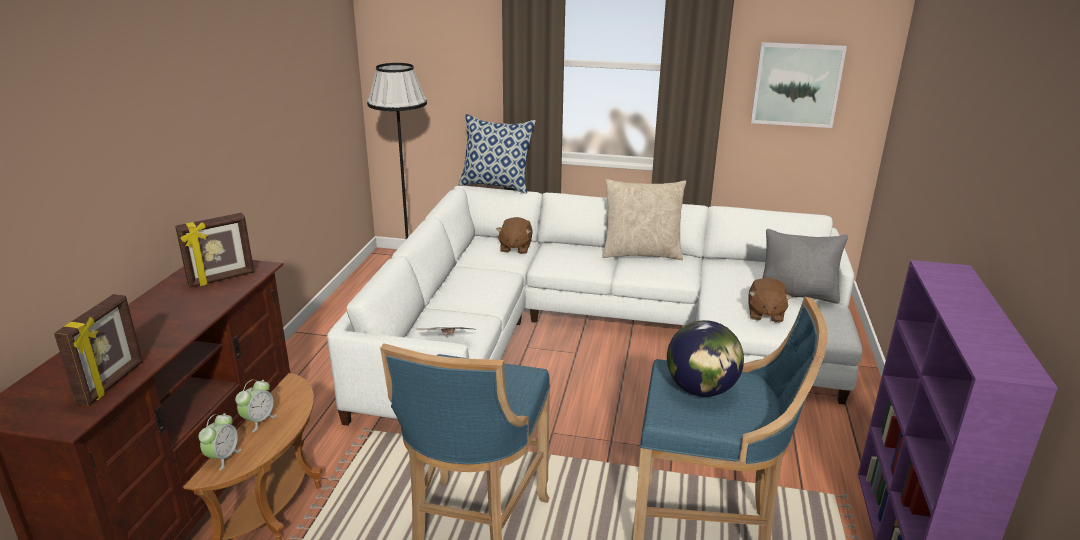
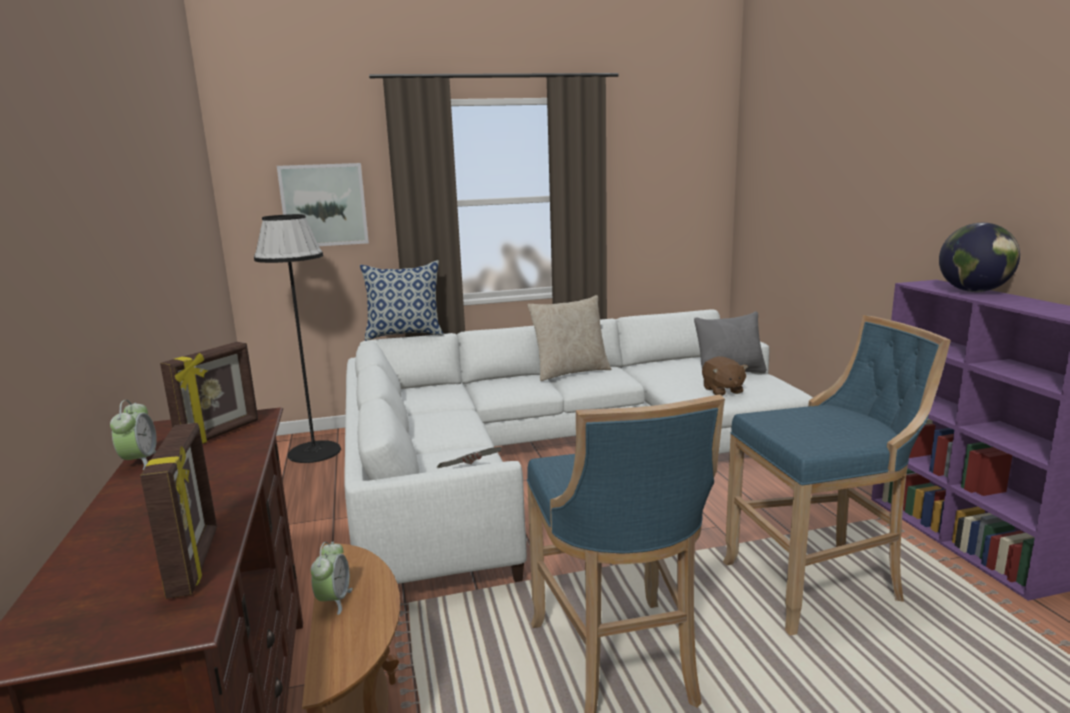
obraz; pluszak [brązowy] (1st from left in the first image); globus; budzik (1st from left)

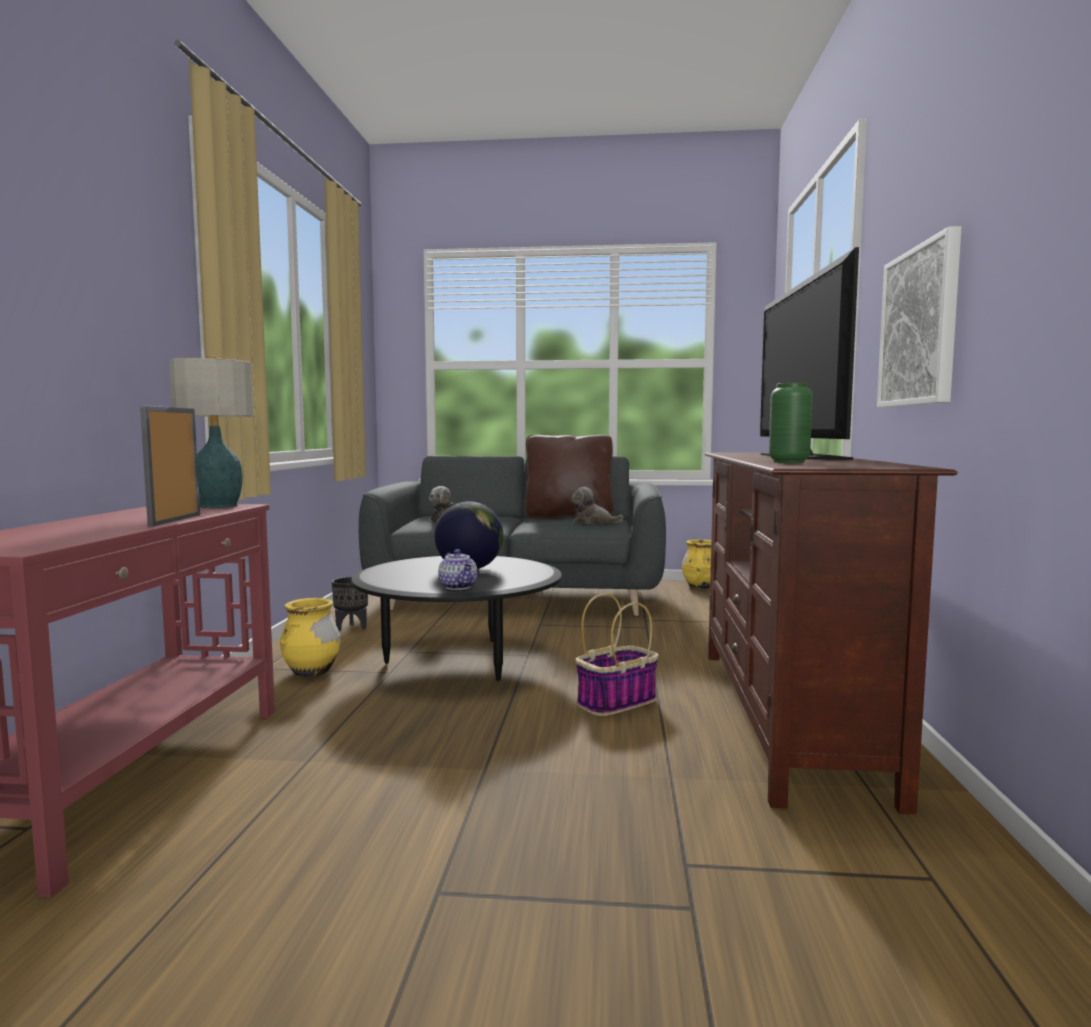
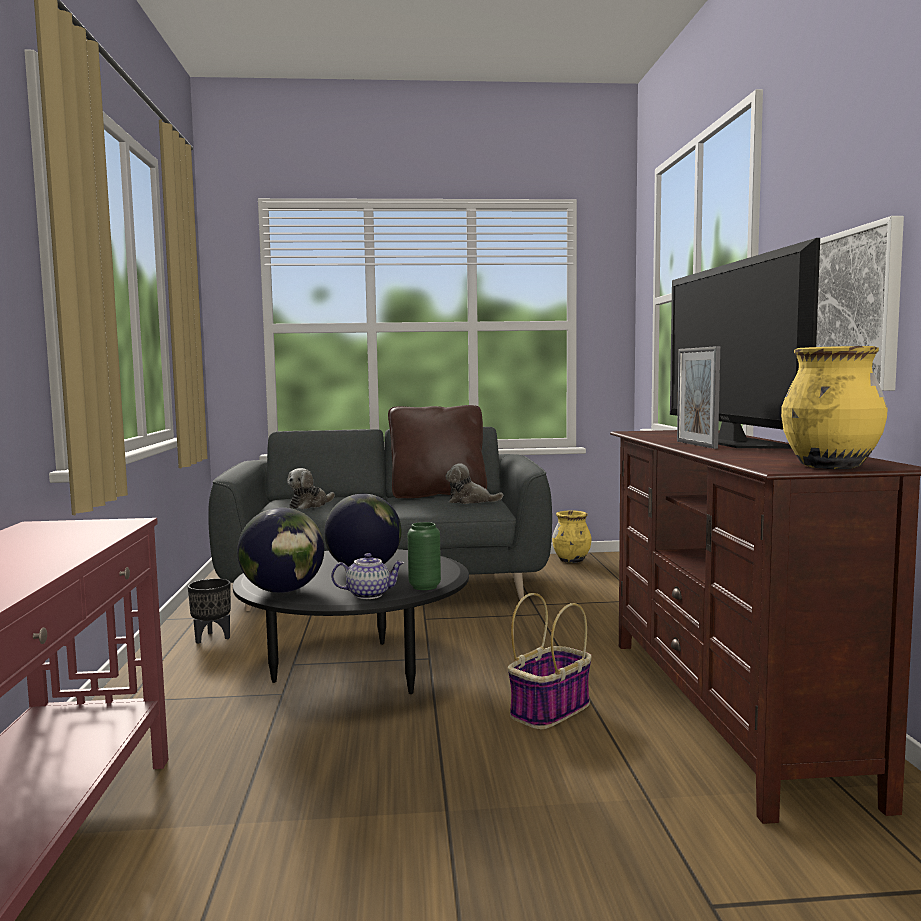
lampa stołowa; wazon [zielony]; ramka na zdjęcie; imbryk; wazon [żółty] (2nd from left); globus (1st from left)

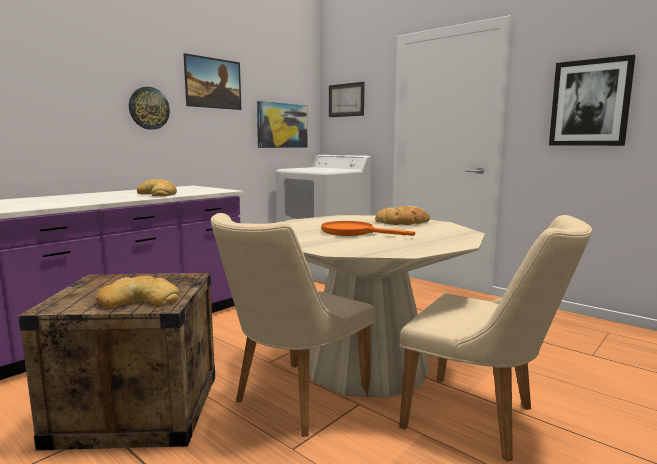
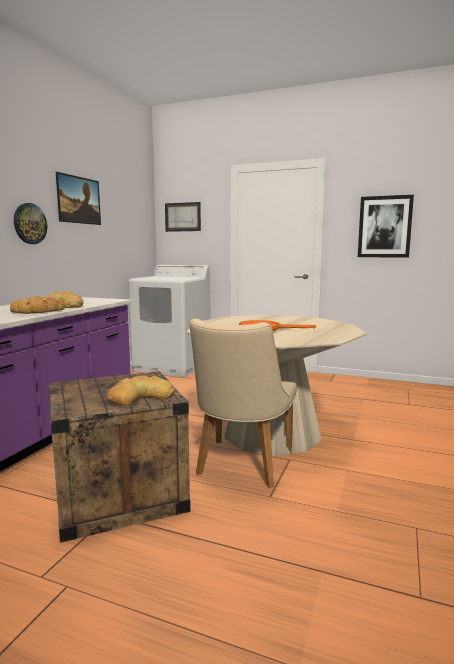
obraz (2nd from left in the first image); chleb (1st from left); krzesło [beżowy] (2nd from left in the first image)

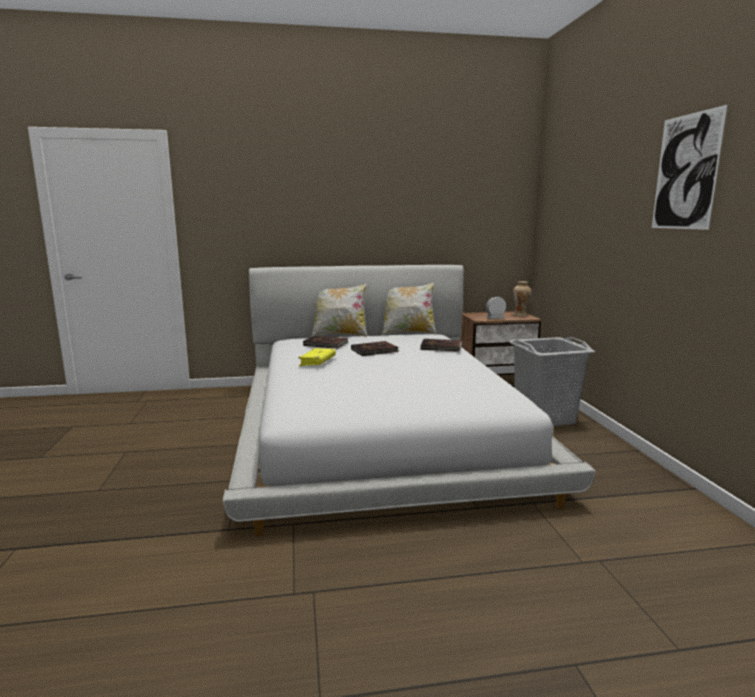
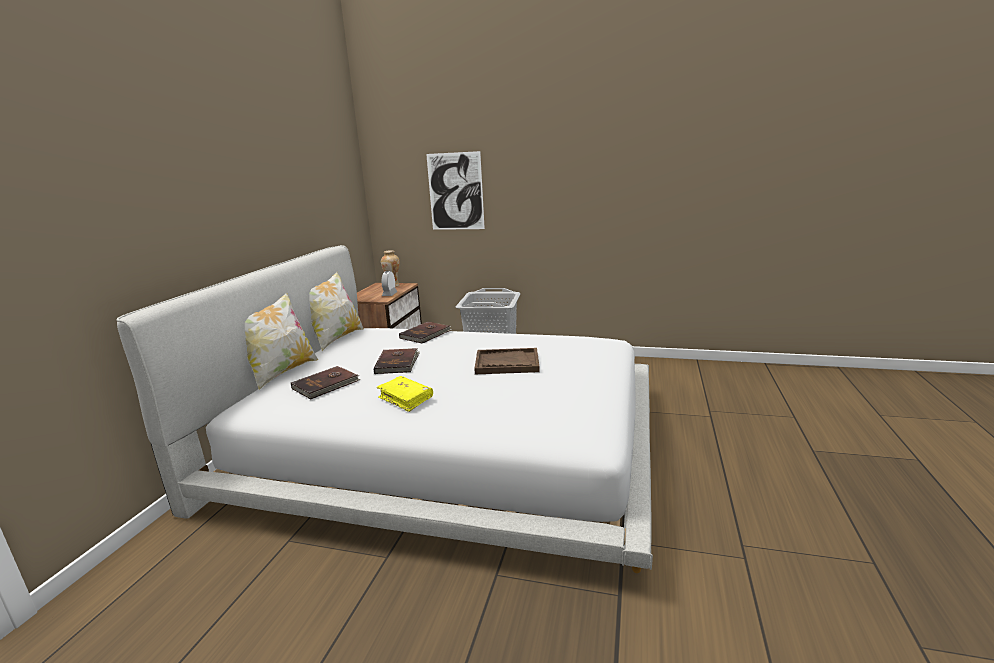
obraz; taca [brązowy]

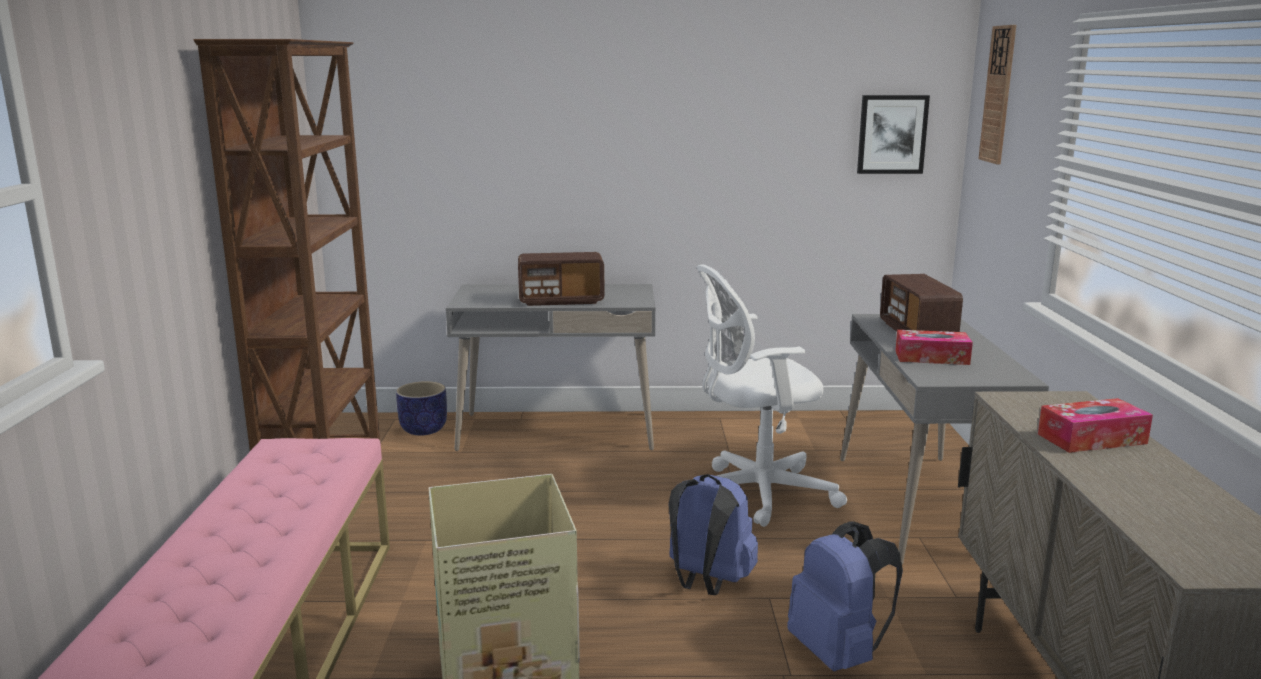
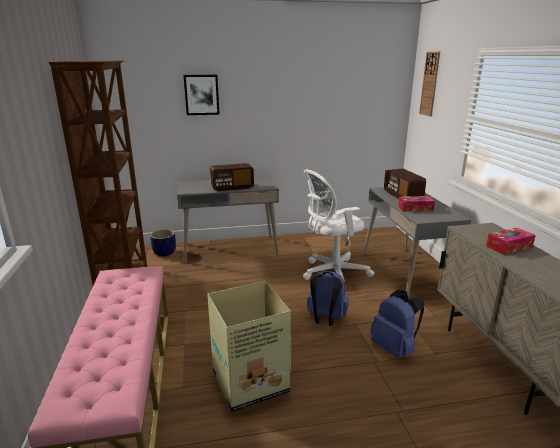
obraz

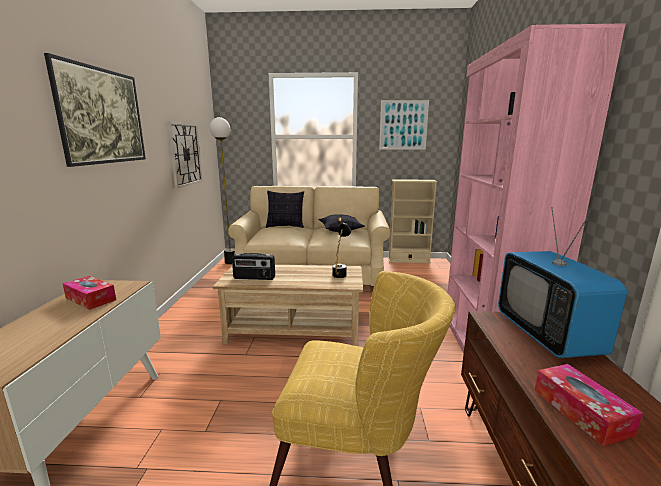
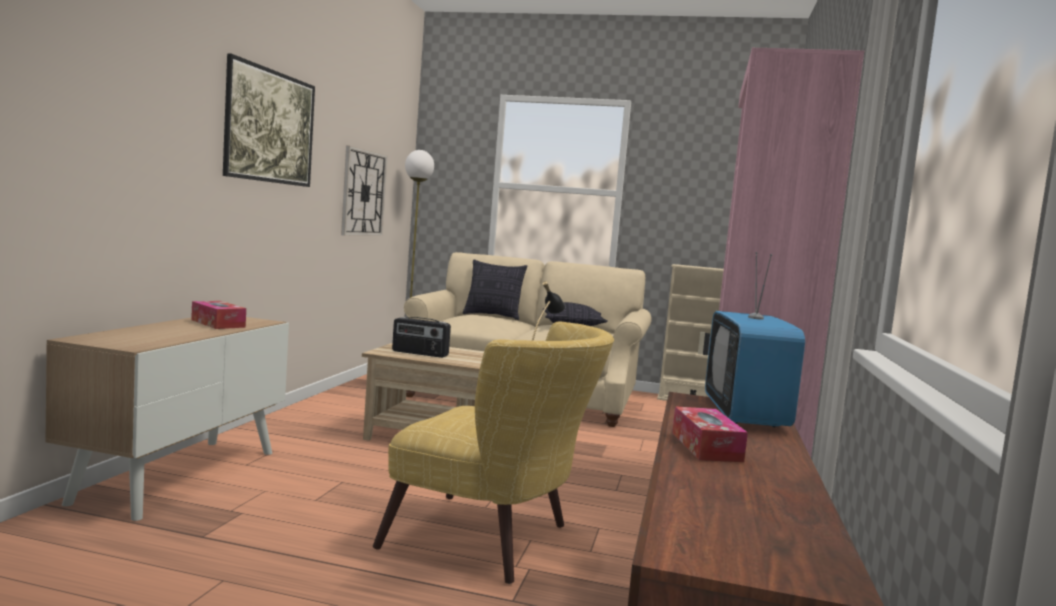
obraz (2nd from left in the first image)

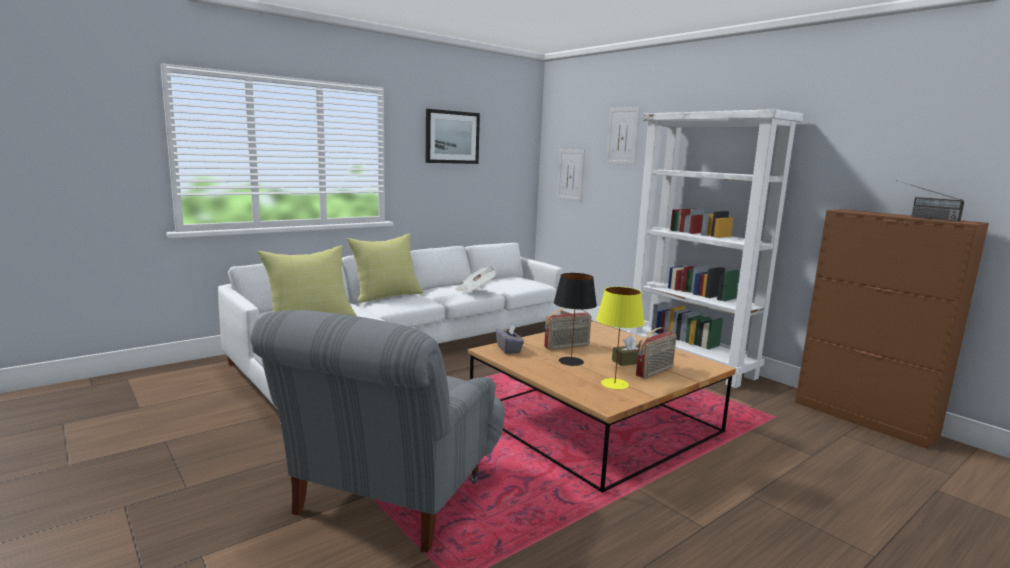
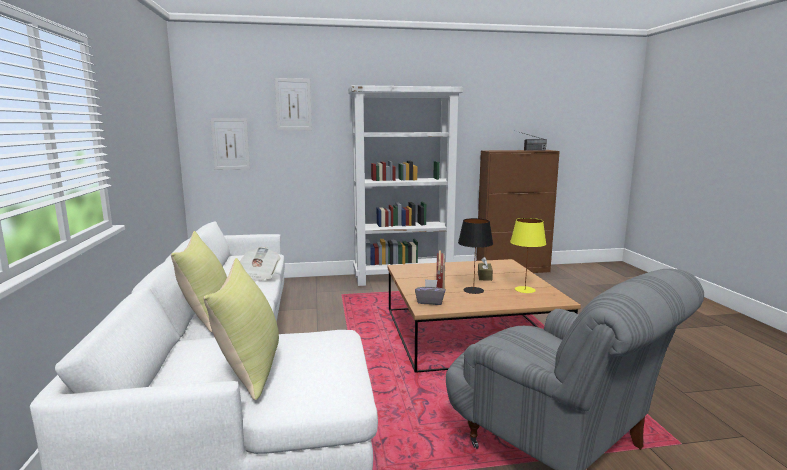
obraz (1st from left in the first image); radio (2nd from left in the first image)

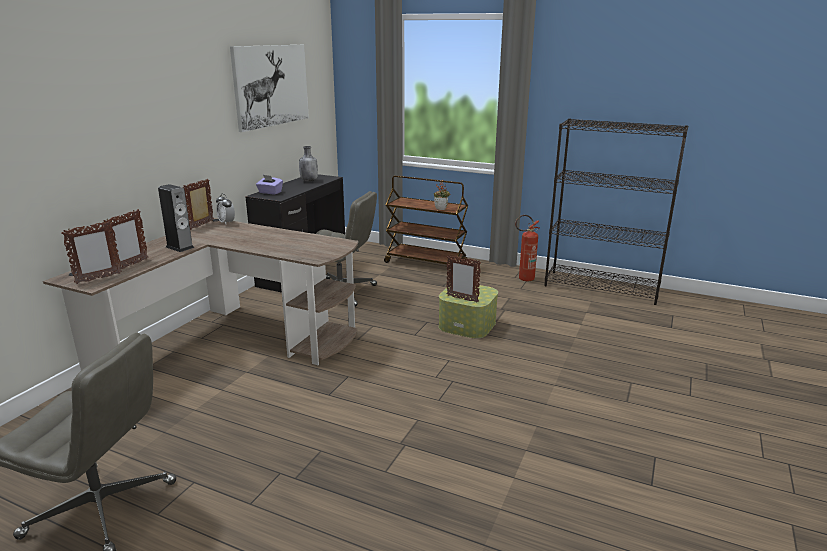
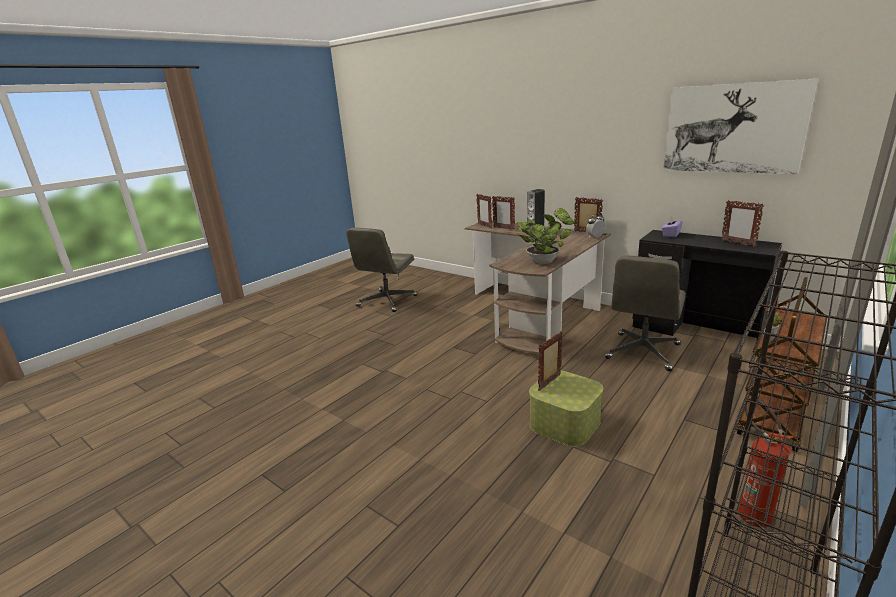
ramka na zdjęcie (5th from left); roślina doniczkowa (1st from left)

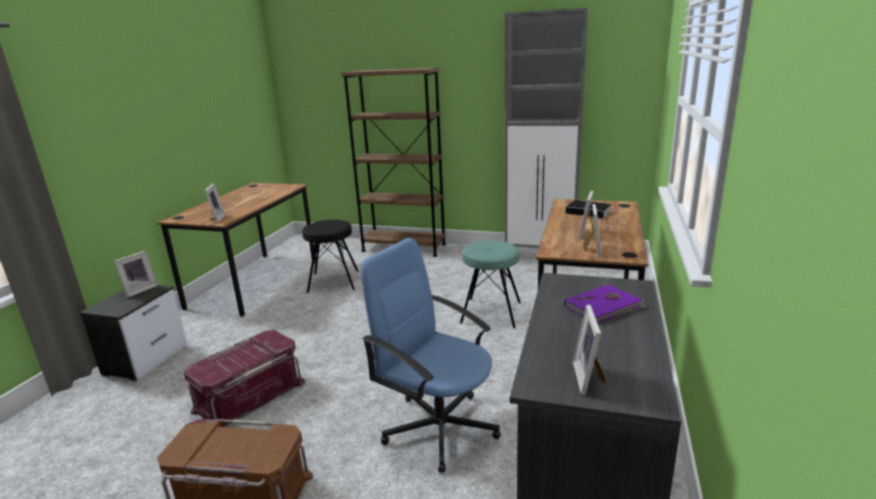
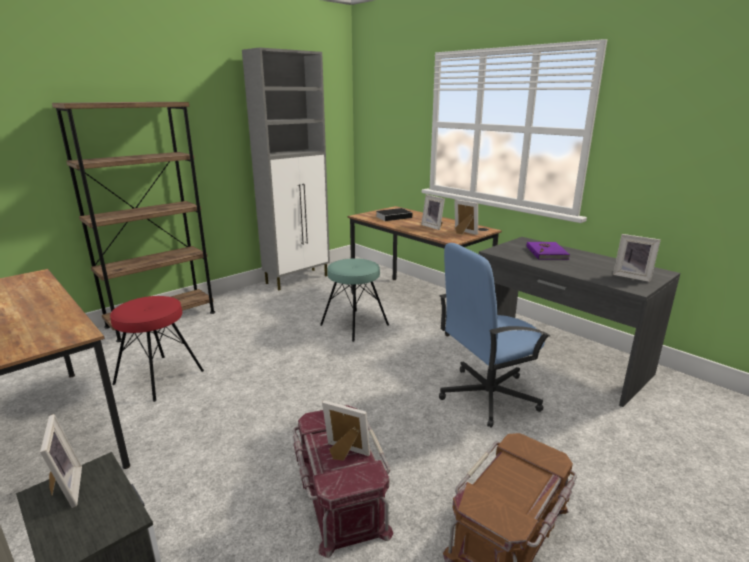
ramka na zdjęcie (2nd from left); stołek [czerwony]

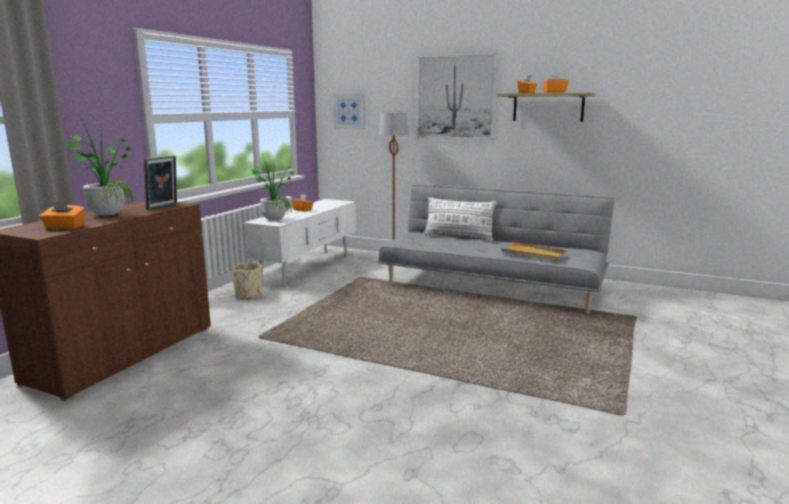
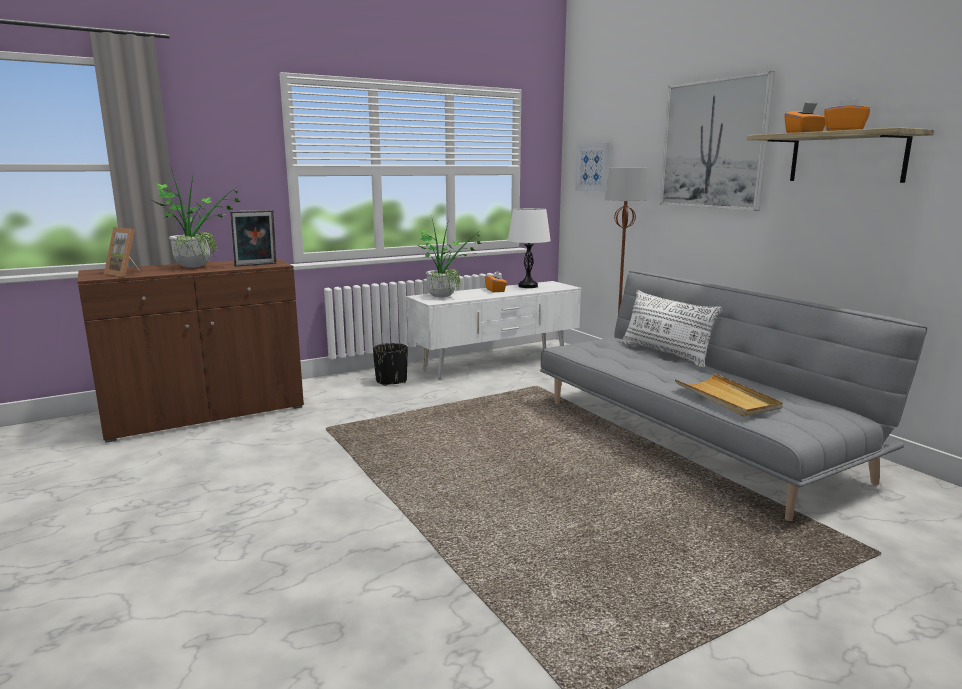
ramka na zdjęcie (1st from left); donica [czarny]; lampa stołowa [biały]

